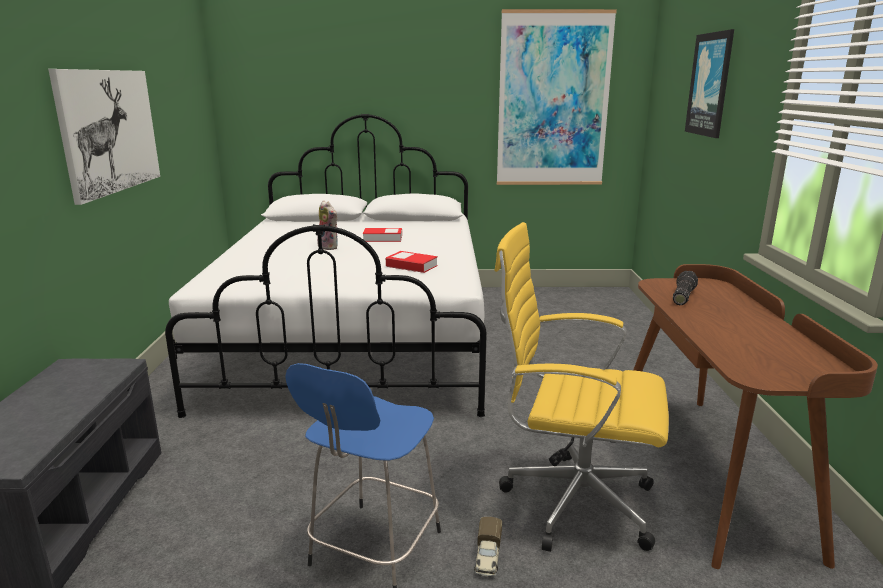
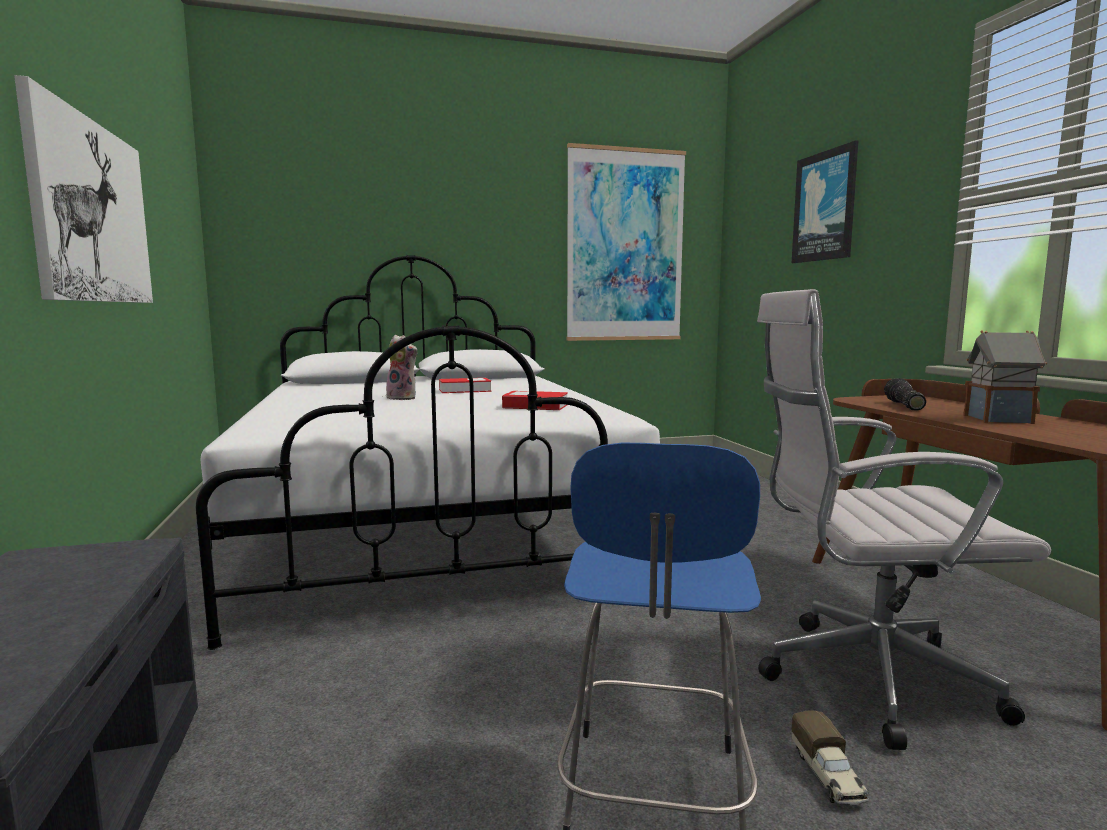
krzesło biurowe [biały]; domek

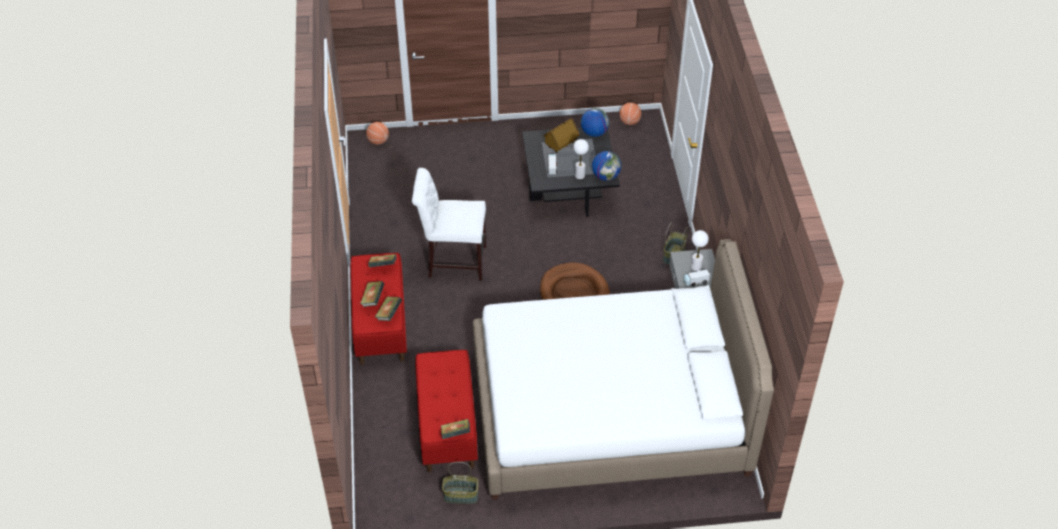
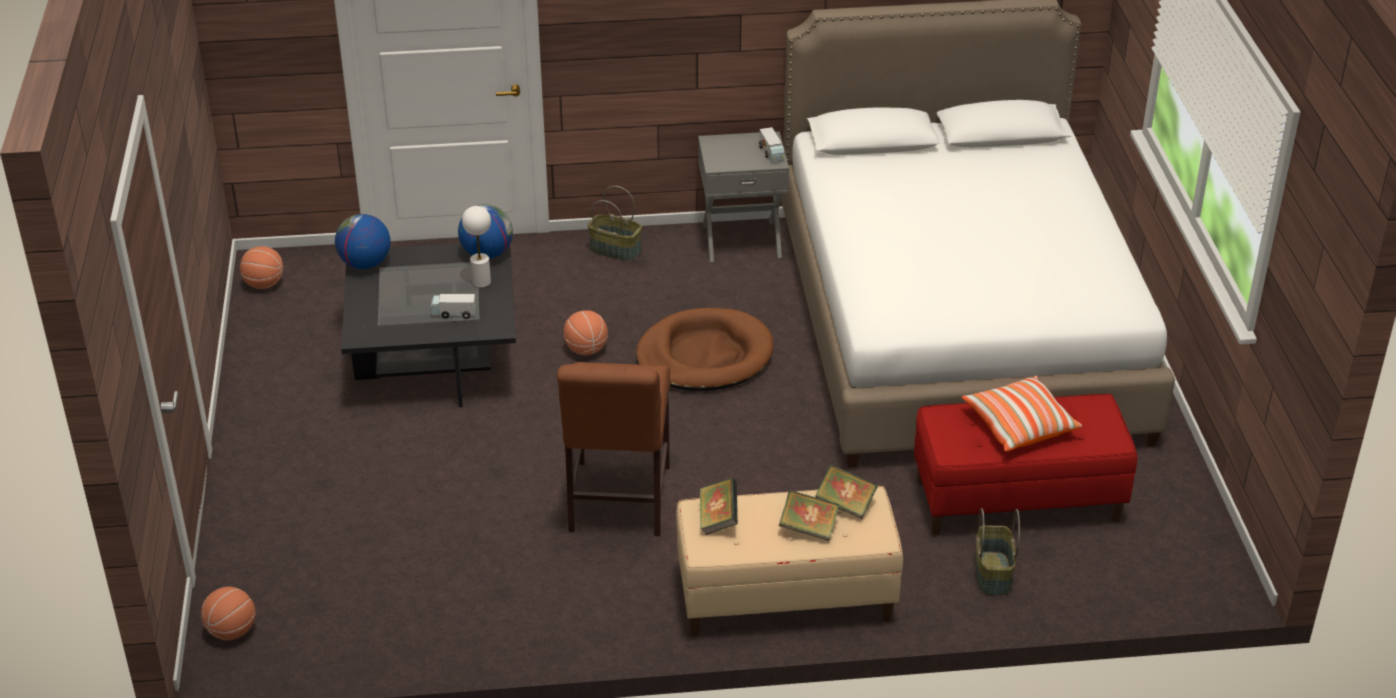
domek; krzesło [brązowy]; lampa stołowa [biały] (2nd from left in the first image); ławka [beżowy]; książka (4th from left in the first image); koszyk (2nd from left); piłka do koszykówki (3rd from left); poduszka

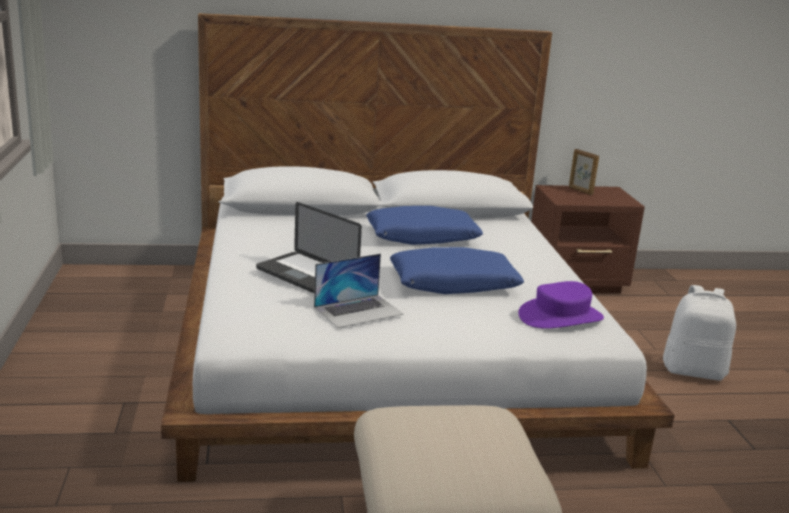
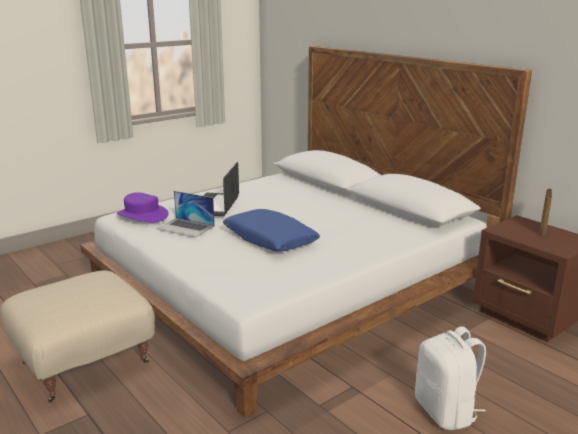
poduszka [niebieski] (1st from left in the first image); kapelusz [fioletowy]

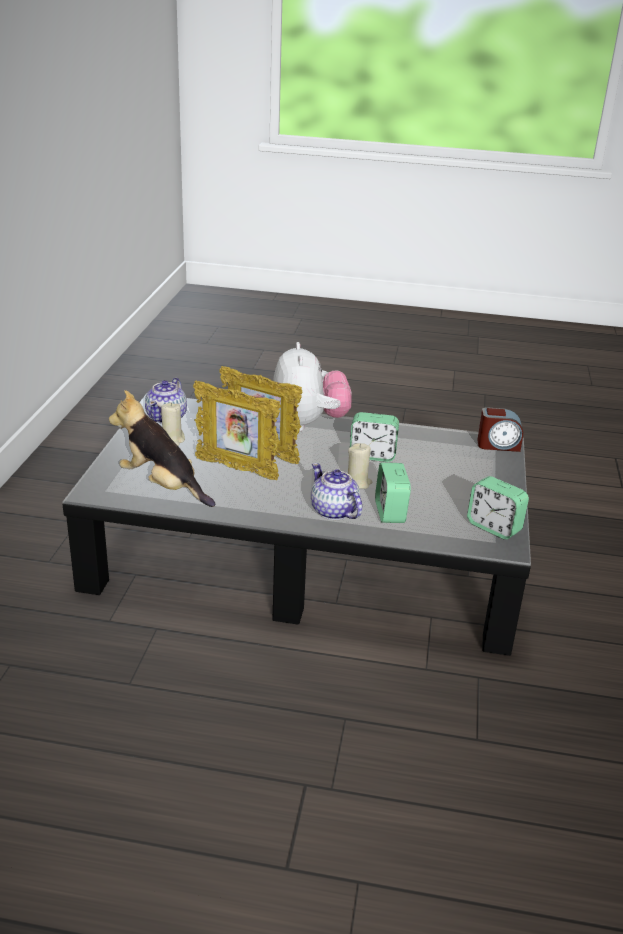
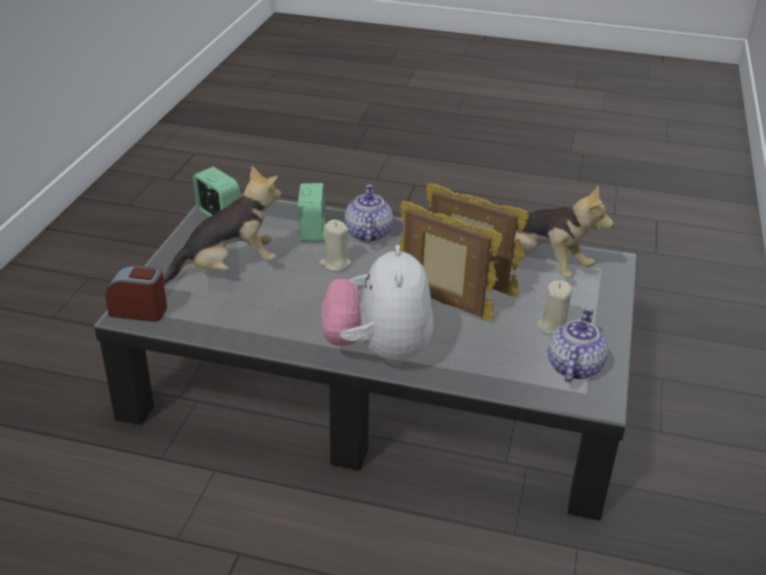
budzik (1st from left in the first image); imbryk (1st from left); pluszak (1st from left)

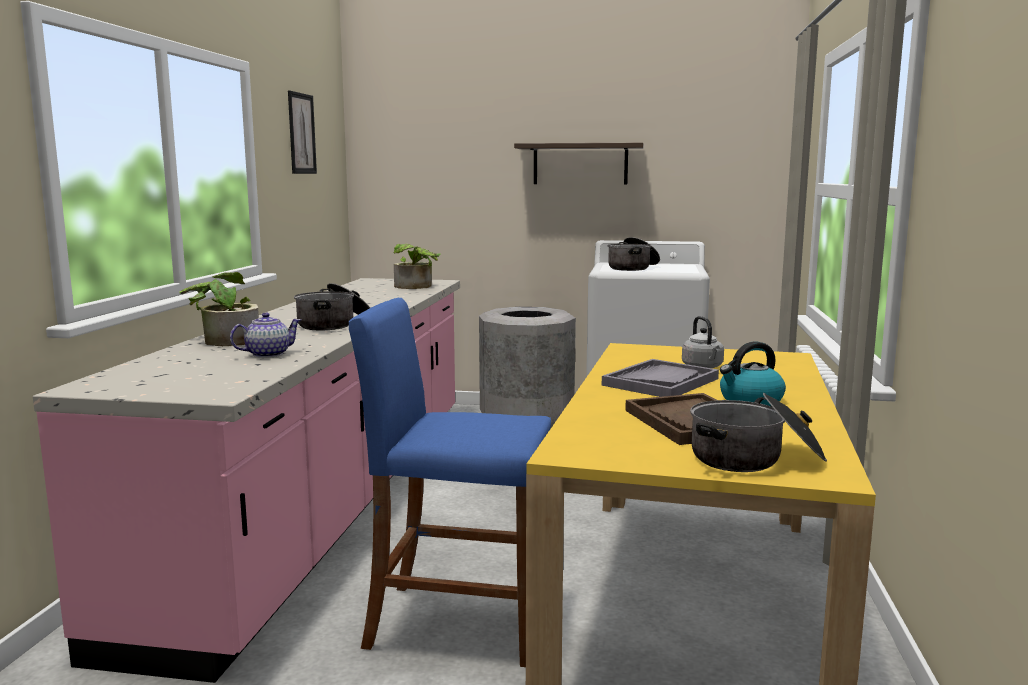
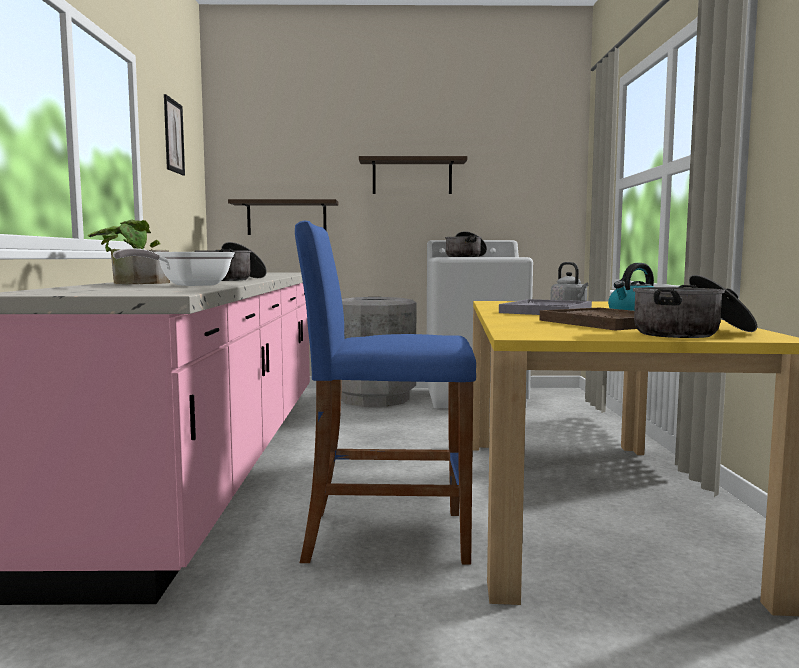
roślina doniczkowa (2nd from left in the first image); patelnia; półka (1st from left)

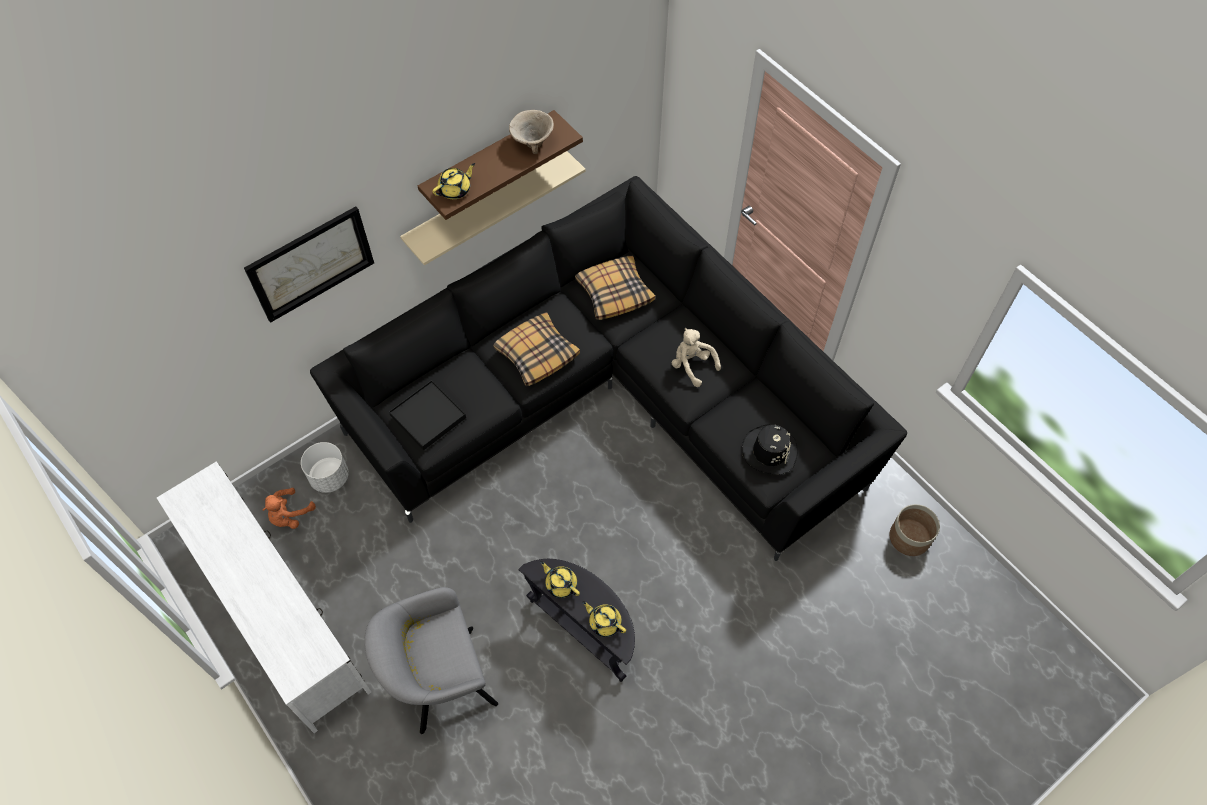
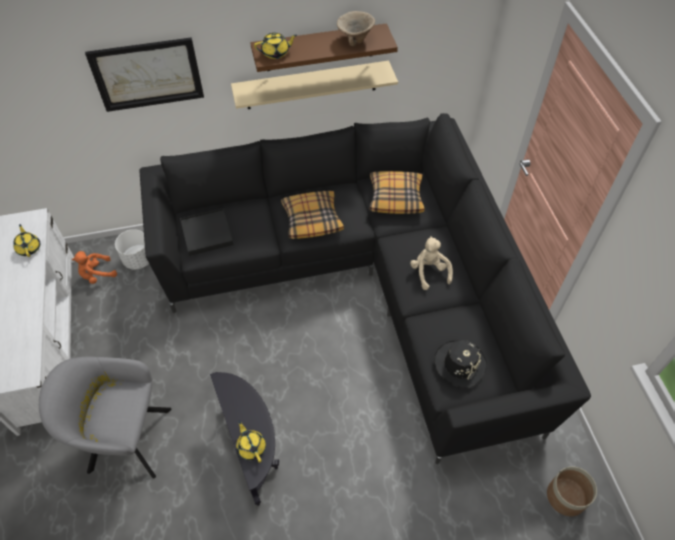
imbryk [żółty] (1st from left)

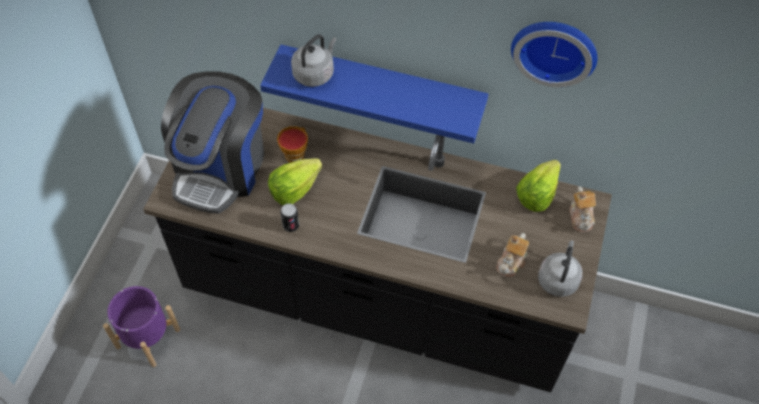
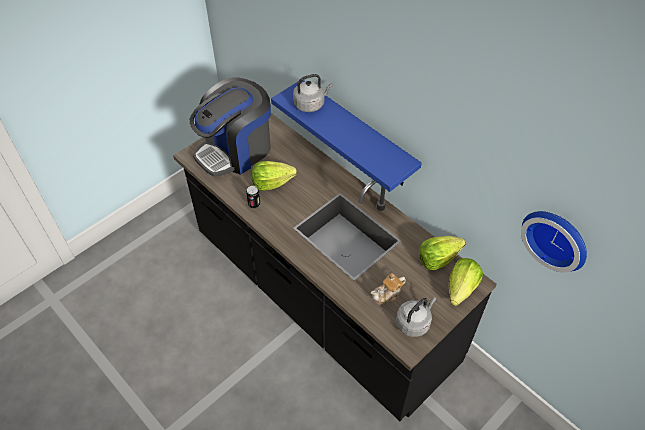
zegar ścienny; filiżanka; sałata (3rd from left); donica [fioletowy]

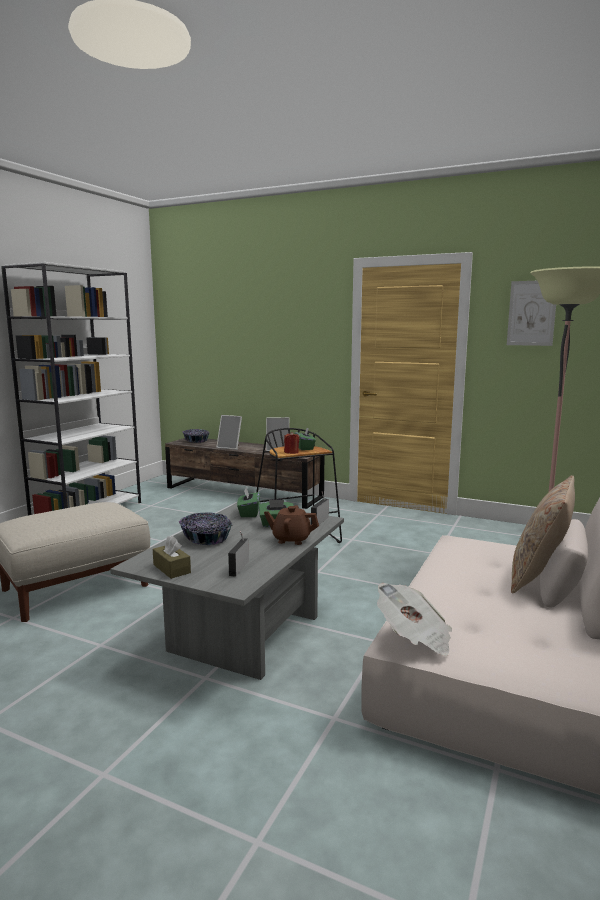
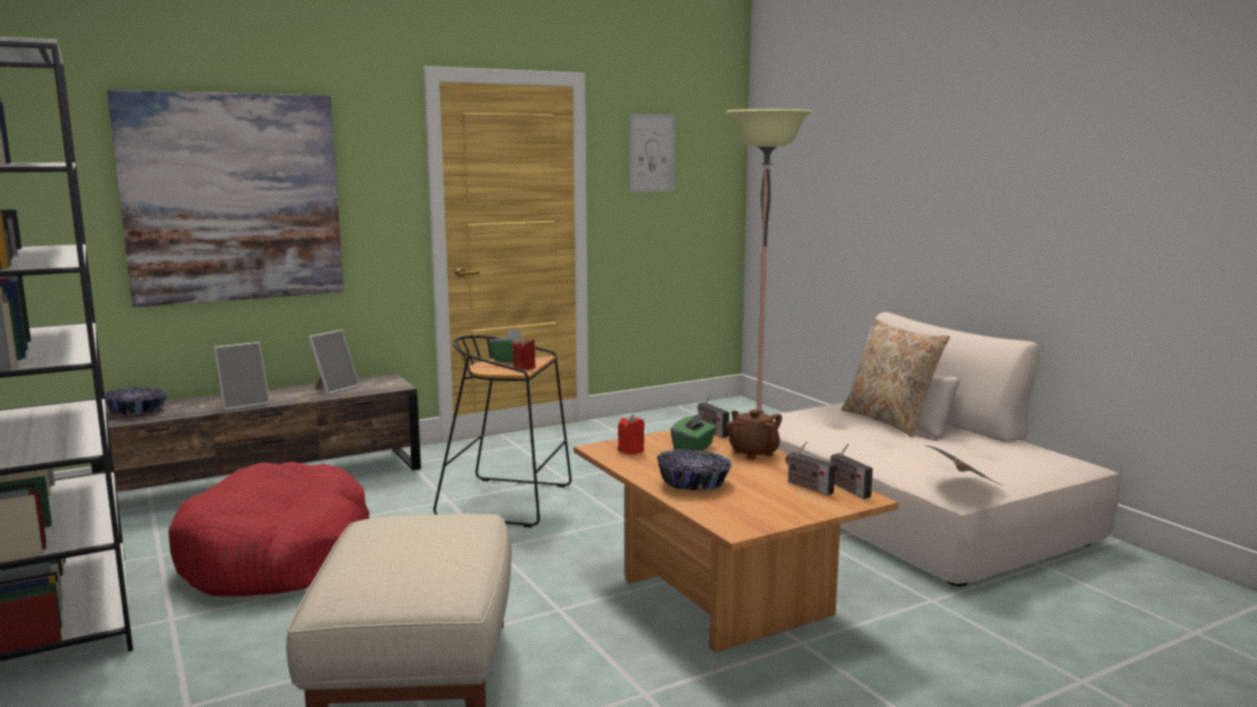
świeca [czerwony] (2nd from left); ława [brązowy]; imbryk [brązowy]; pudełko chusteczek [brązowy]; obraz (1st from left); radio (3rd from left); legowisko [czerwony]

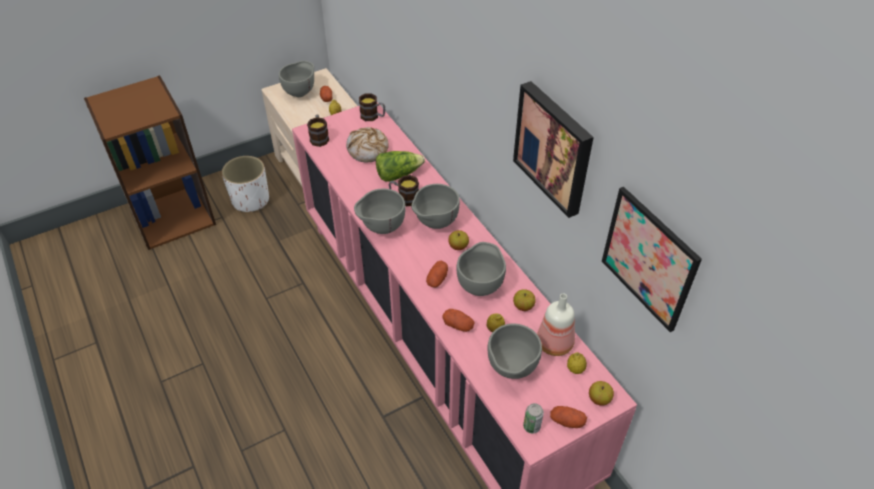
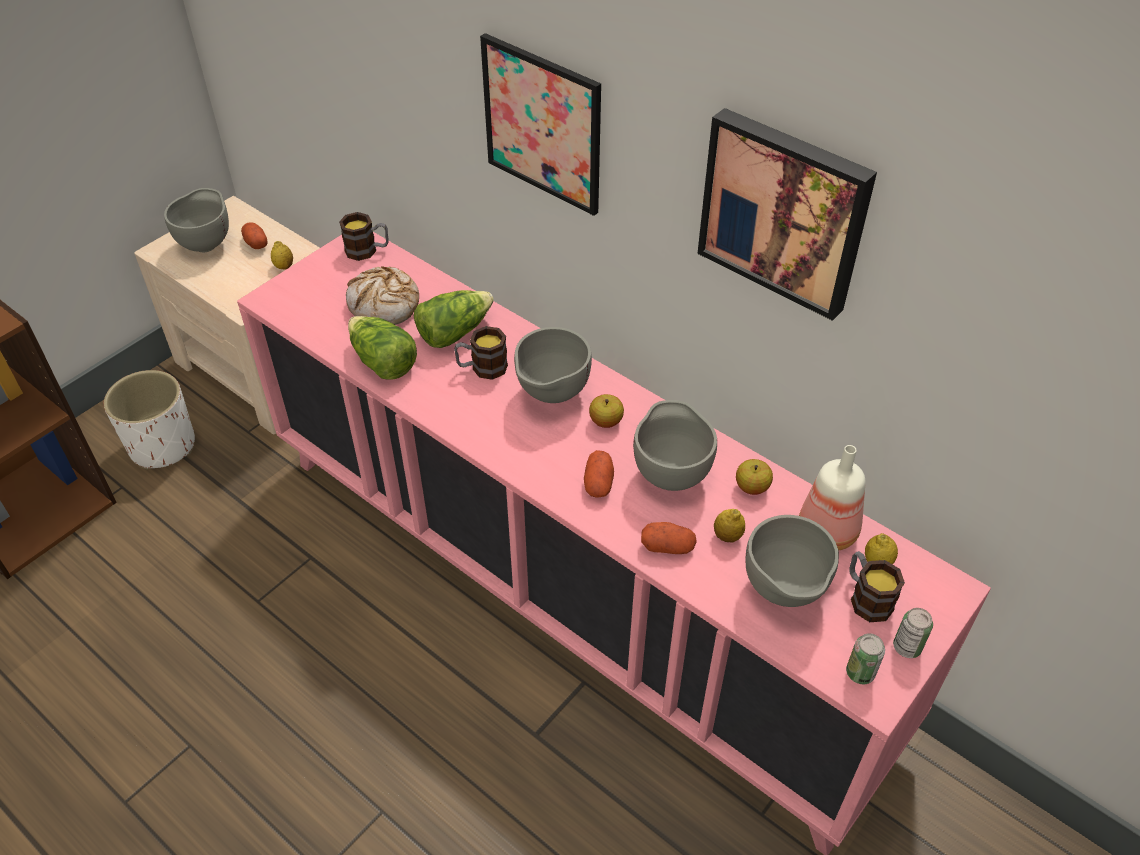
kubek (3rd from left); obraz (1st from left); miska [szary] (2nd from left in the first image); jabłko (3rd from left in the first image); puszka (2nd from left); sałata (1st from left)

